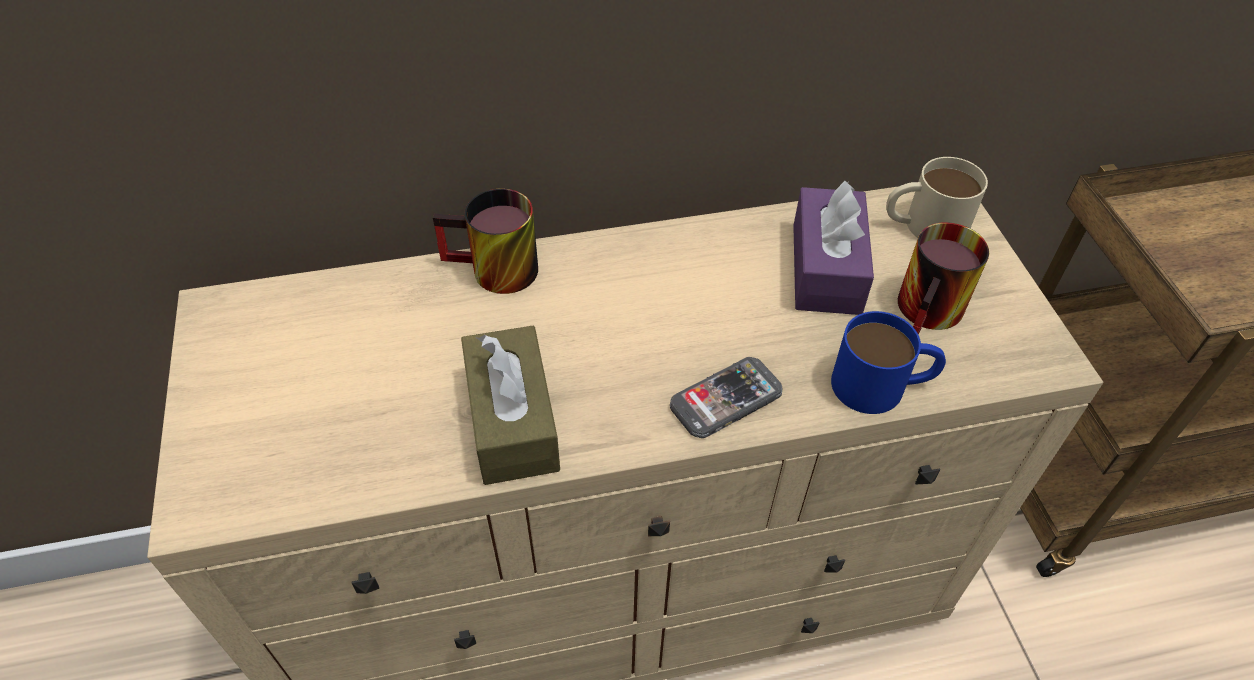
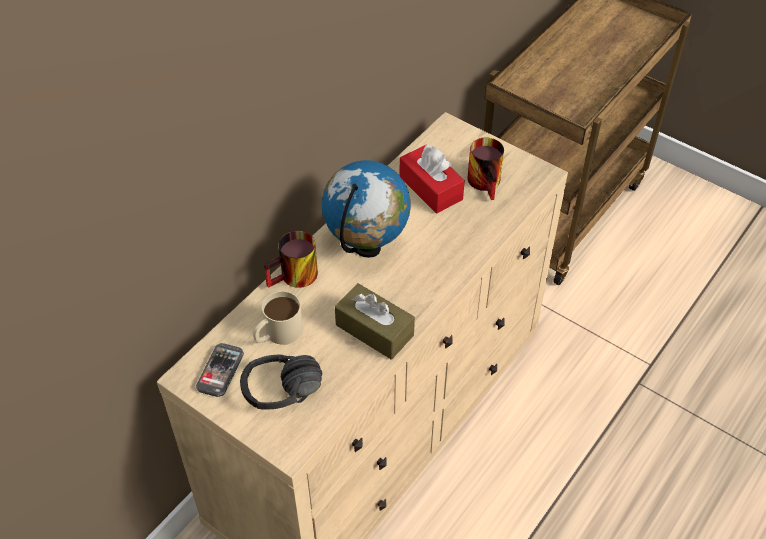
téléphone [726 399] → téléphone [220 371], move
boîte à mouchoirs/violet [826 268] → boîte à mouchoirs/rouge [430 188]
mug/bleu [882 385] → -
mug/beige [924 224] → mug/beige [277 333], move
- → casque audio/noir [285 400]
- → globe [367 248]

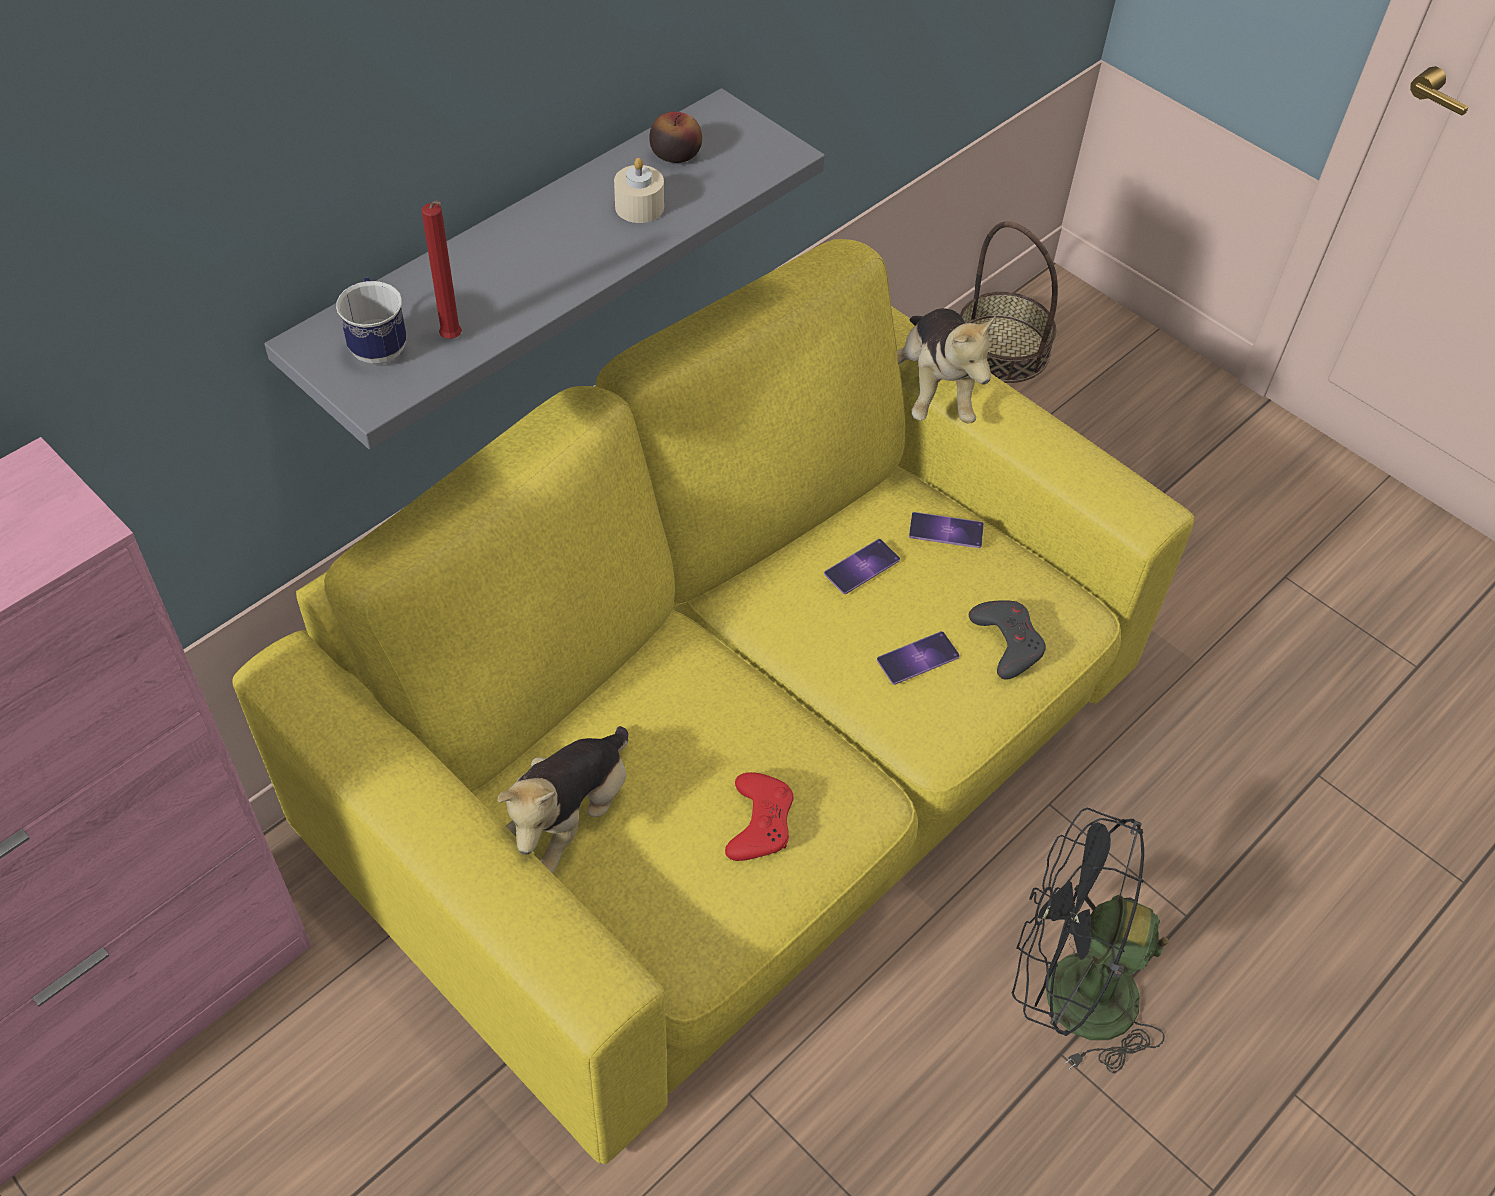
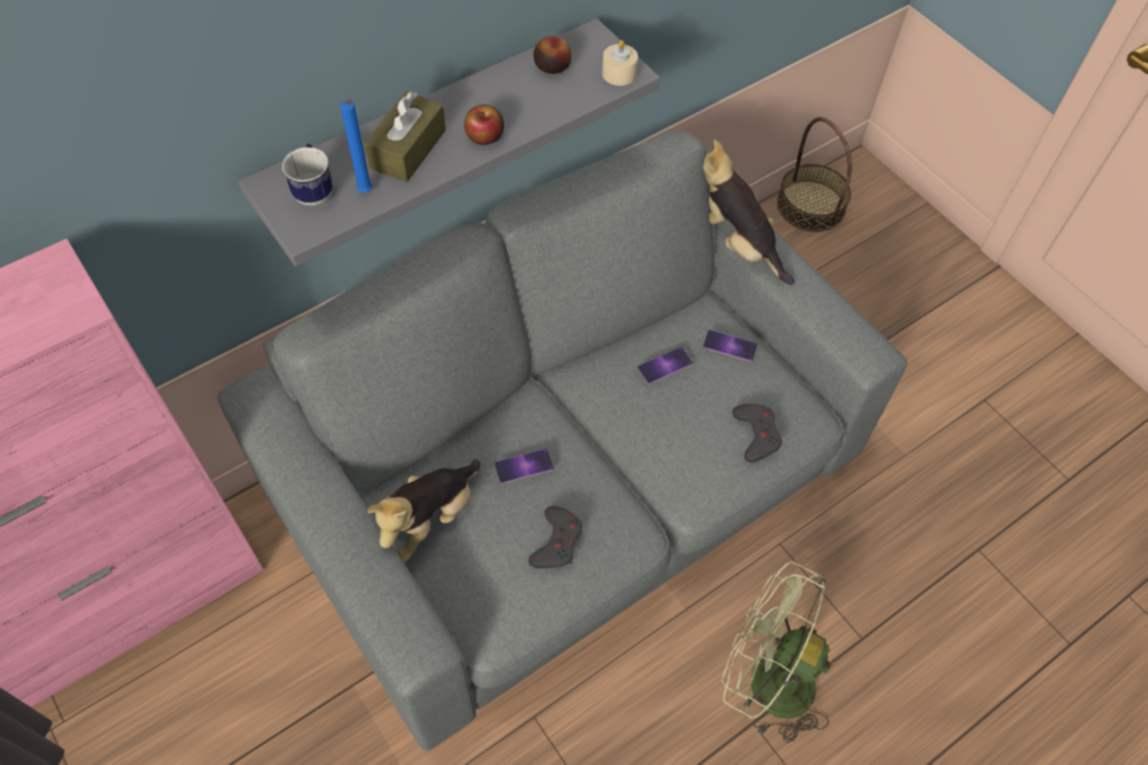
canapé/jaune [737 752] → canapé/gris [569 476]
bougie/rouge [453 340] → bougie/bleu [366 193]
bougie/beige [639 207] → bougie/beige [619 73], move
manette/rouge [759 822] → manette/gris [556 542]
téléphone [918 658] → téléphone [524 466], move
peluche [935 389] → peluche [736 244], 135 degrees clockwise
ventilateur/noir [1068 994] → ventilateur/vert [766 681]
- → boîte à mouchoirs/marron [408 149]
- → pomme [485 136]

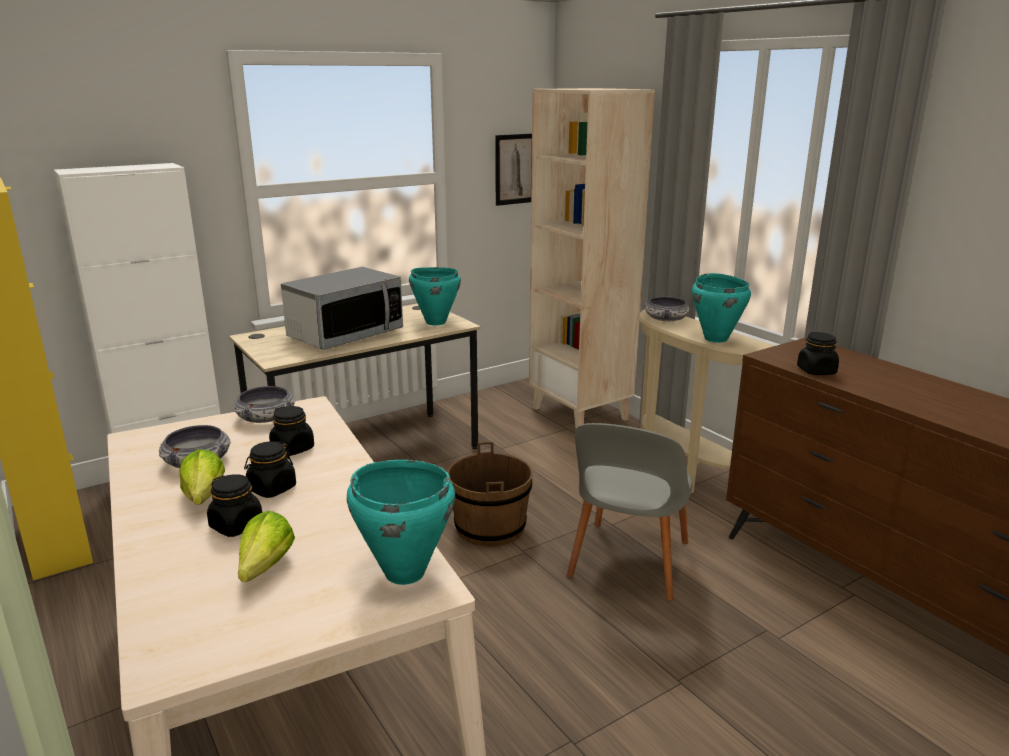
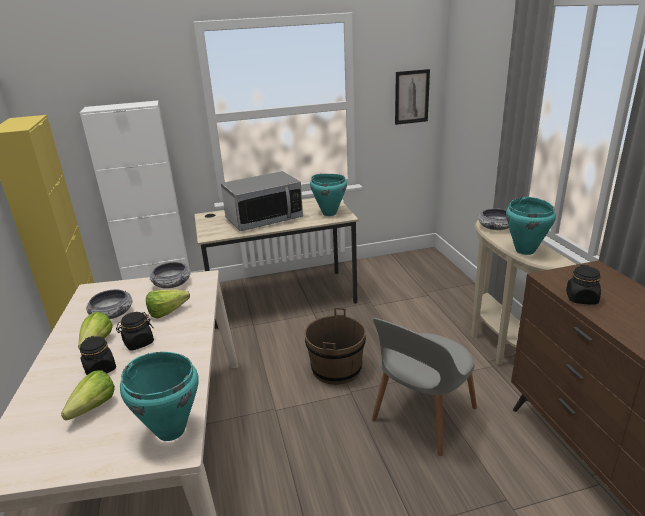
bocal/noir [293 449] → laitue [171 311]
bibliothèque/beige [581 413] → -

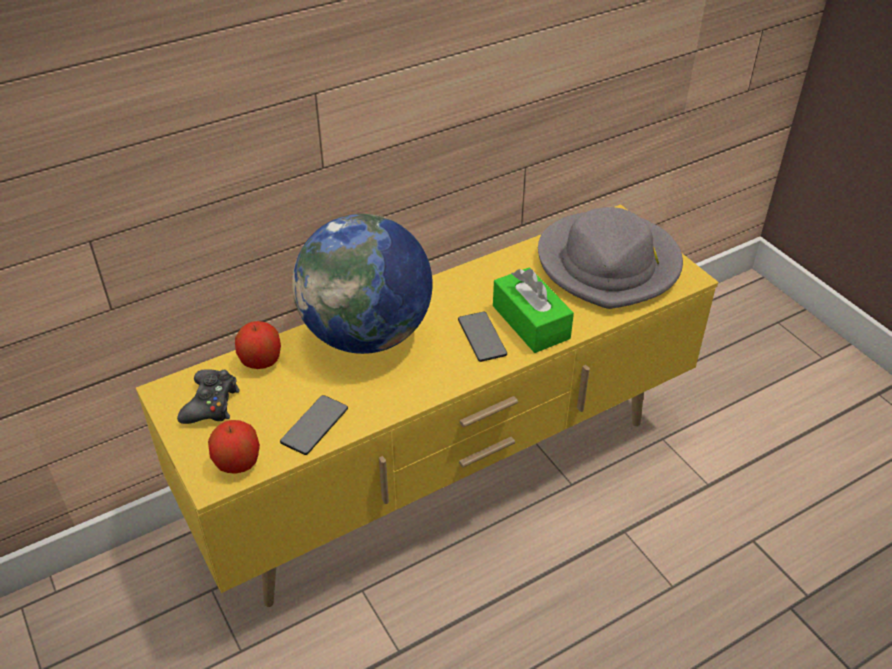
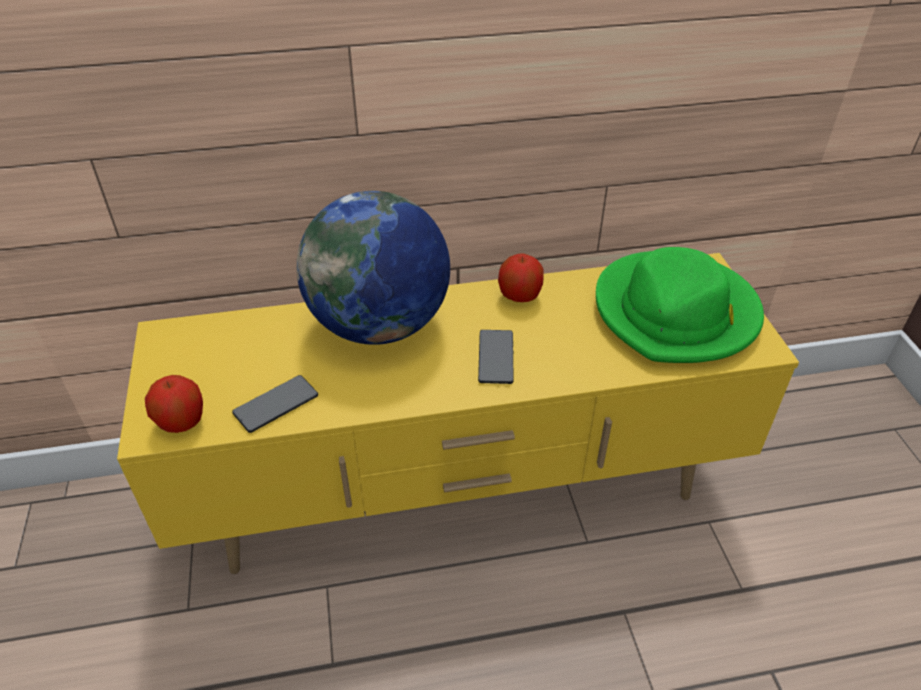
manette/noir [211 403] → -
pomme [261 361] → pomme [519 296], move
boîte à mouchoirs/vert [530 322] → -
chapeau/gris [609 264] → chapeau/vert [676 313]

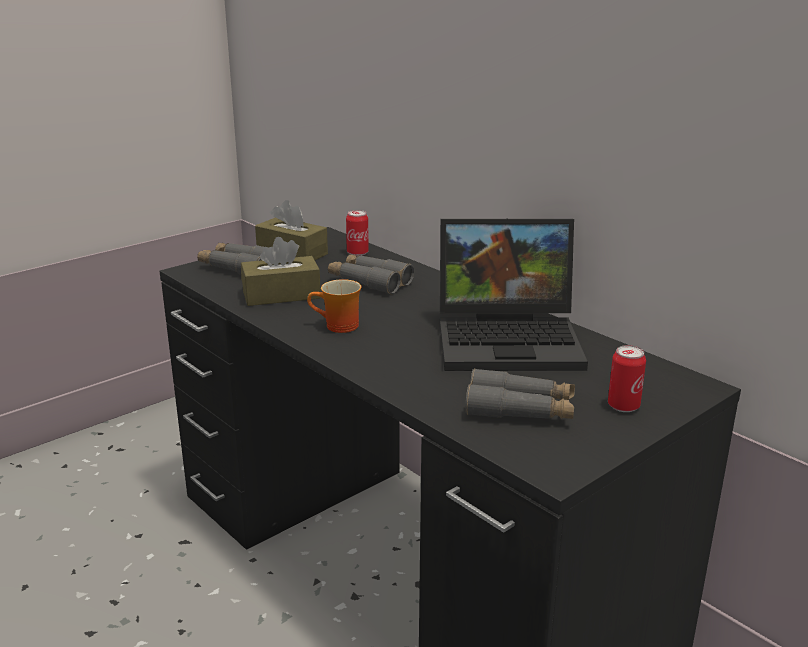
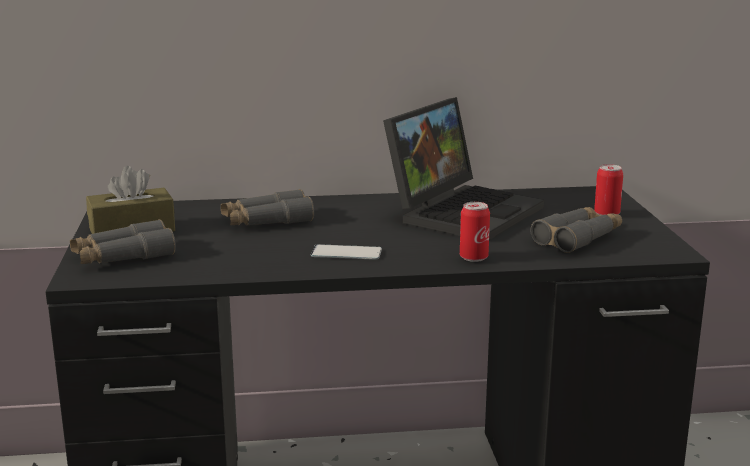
boîte à mouchoirs/marron [281 295] → -
mug [338 327] → téléphone [346 253]
boîte métallique [357 253] → boîte métallique [473 258], move

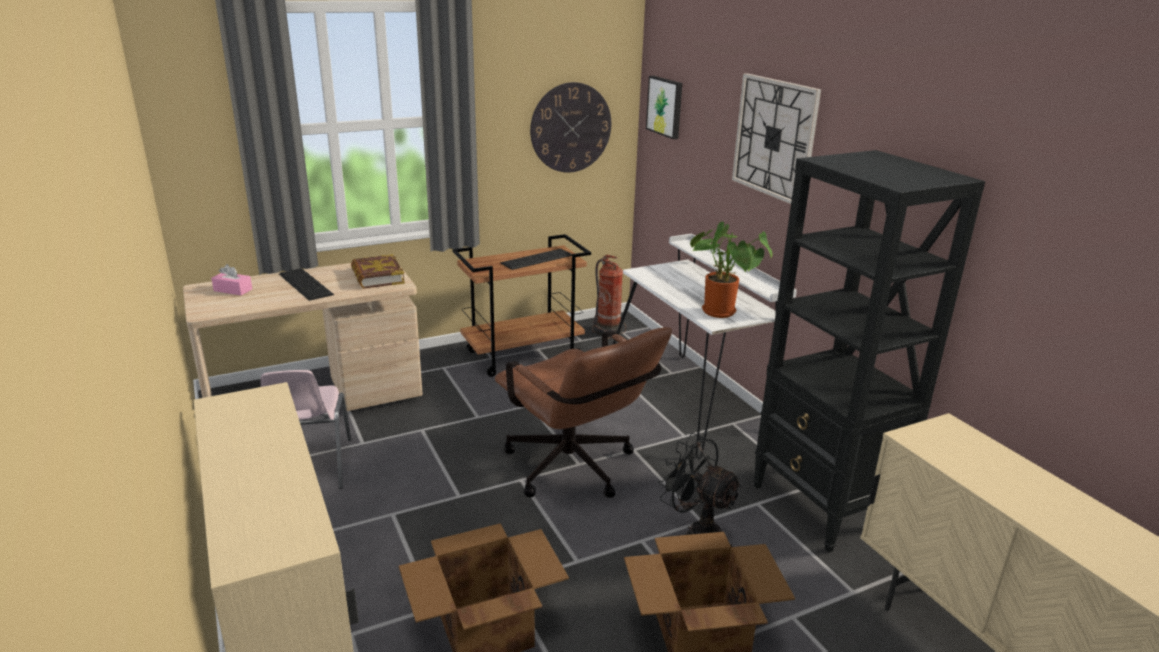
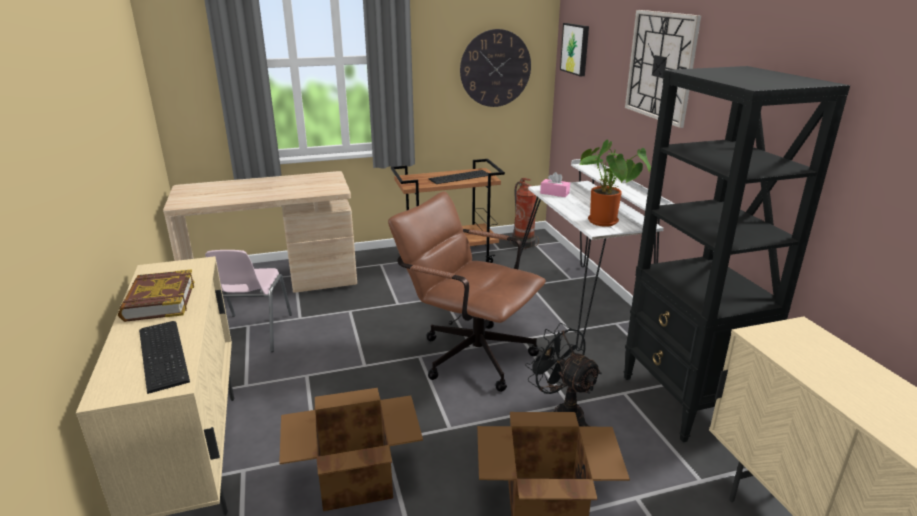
boîte à mouchoirs/rose [233 290] → boîte à mouchoirs/rose [554 193], move
clavier [306 284] → clavier [165 353], move
livre [377 276] → livre [159 301], move
chaise de bureau/marron [576 471] → chaise de bureau/marron [468 353], 150 degrees clockwise

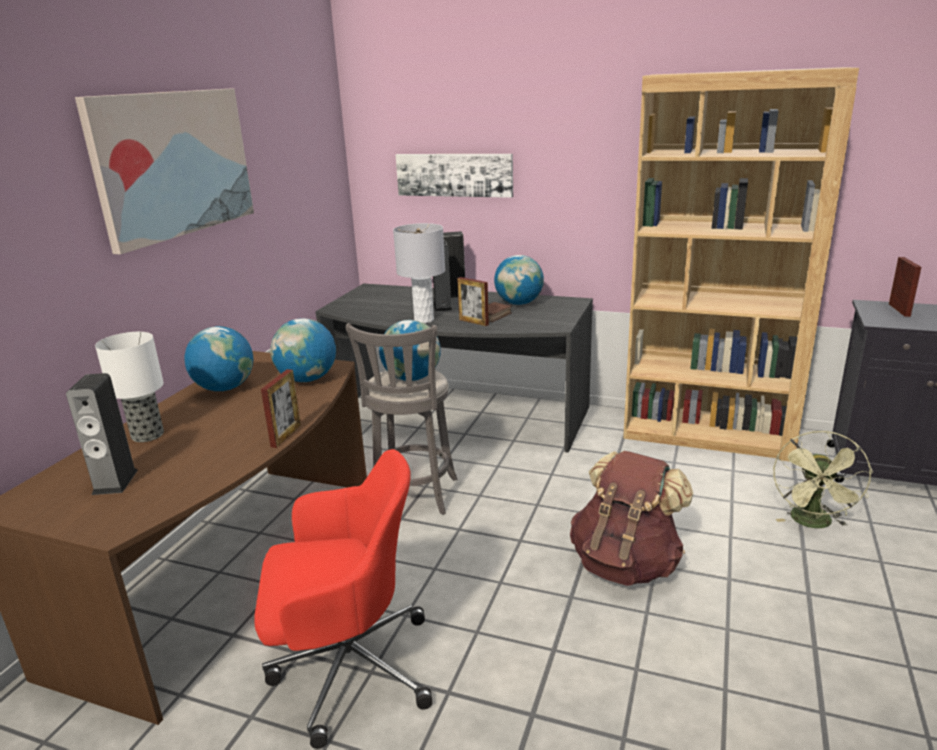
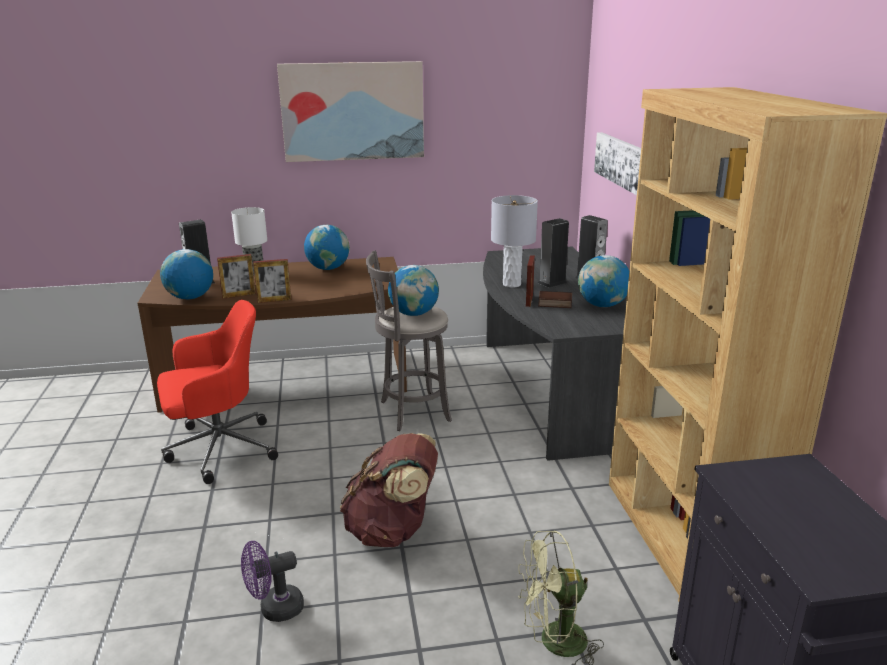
chaise de bureau/rouge [348 668] → chaise de bureau/rouge [218 449], 75 degrees counterclockwise
globe [307 379] → globe [190 297], move
cadre photo [899 310] → cadre photo [239 295], move
- → ventilateur/violet [274 609]

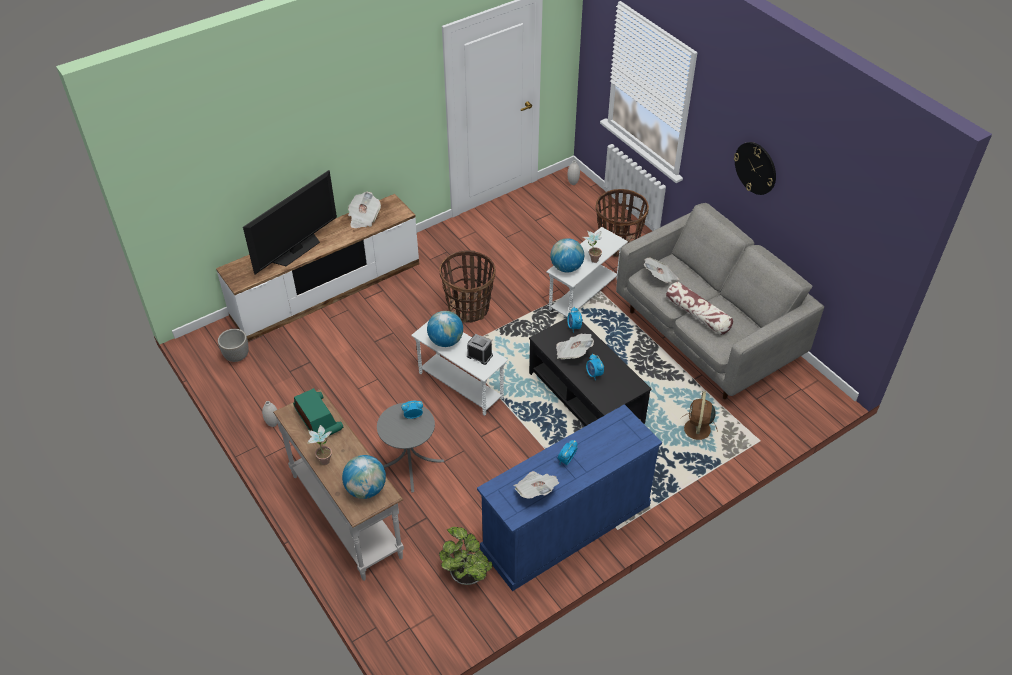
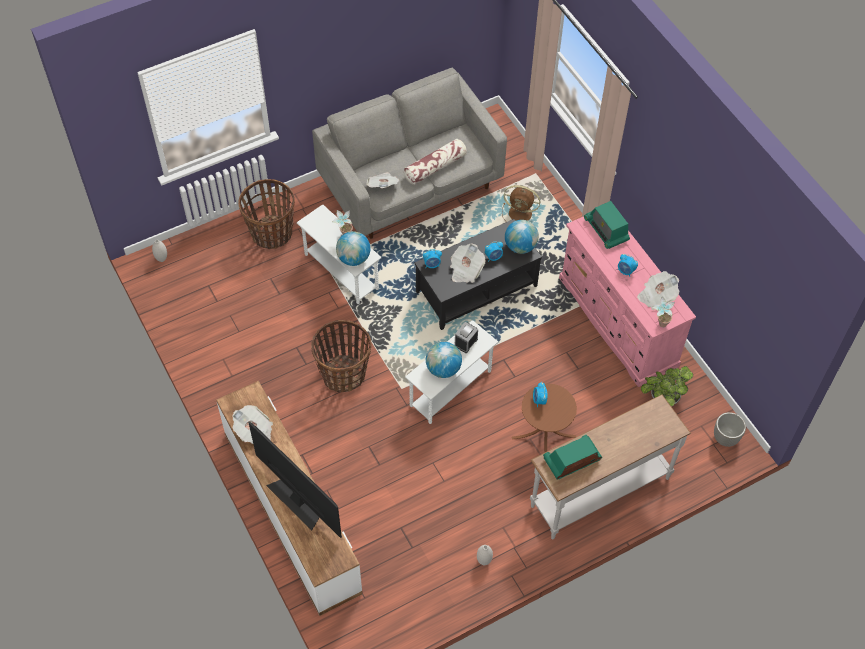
cache-pot [237 356] → cache-pot [725 438], move
plante en pot [324 458] → plante en pot [659 324], move
globe [366 489] → globe [520 246], move
table d'appoint/gris [410 464] → table d'appoint/marron [544 437]
commode/bleu [565 528] → commode/rose [618 322]
horloge murale [755 168] → -
- → radio [606 230]

